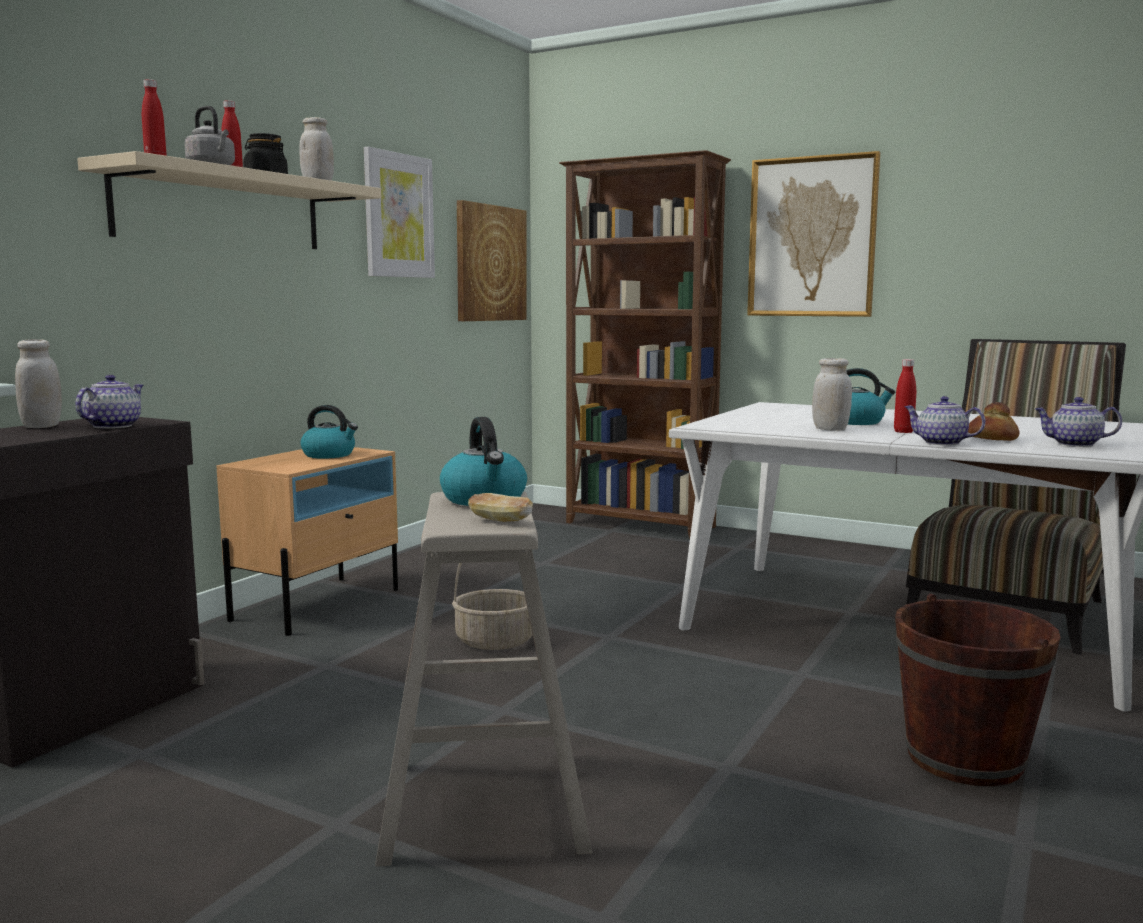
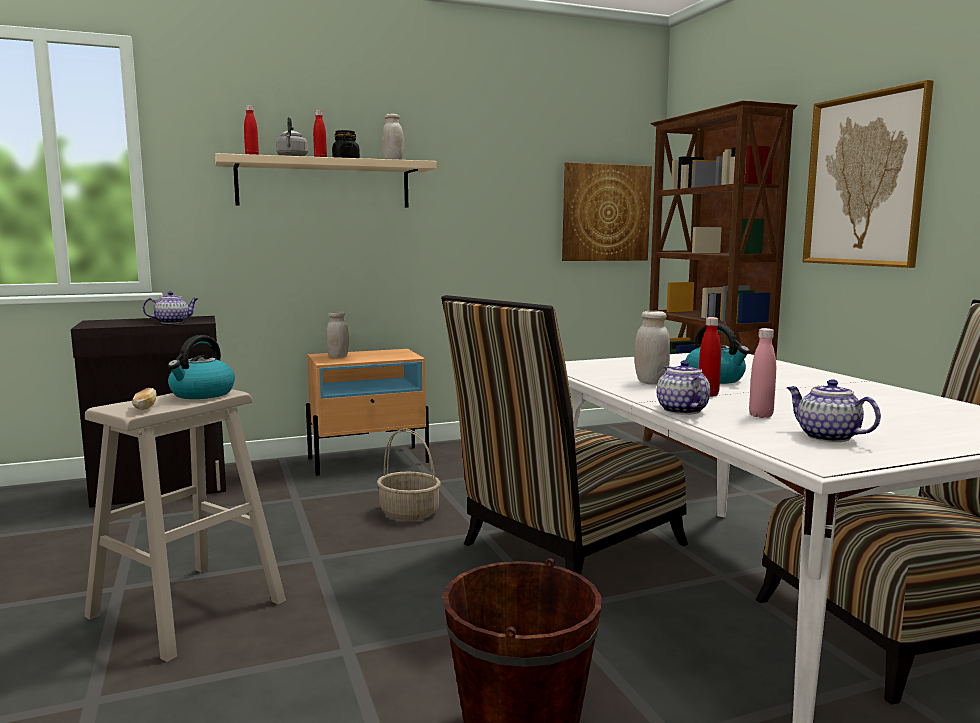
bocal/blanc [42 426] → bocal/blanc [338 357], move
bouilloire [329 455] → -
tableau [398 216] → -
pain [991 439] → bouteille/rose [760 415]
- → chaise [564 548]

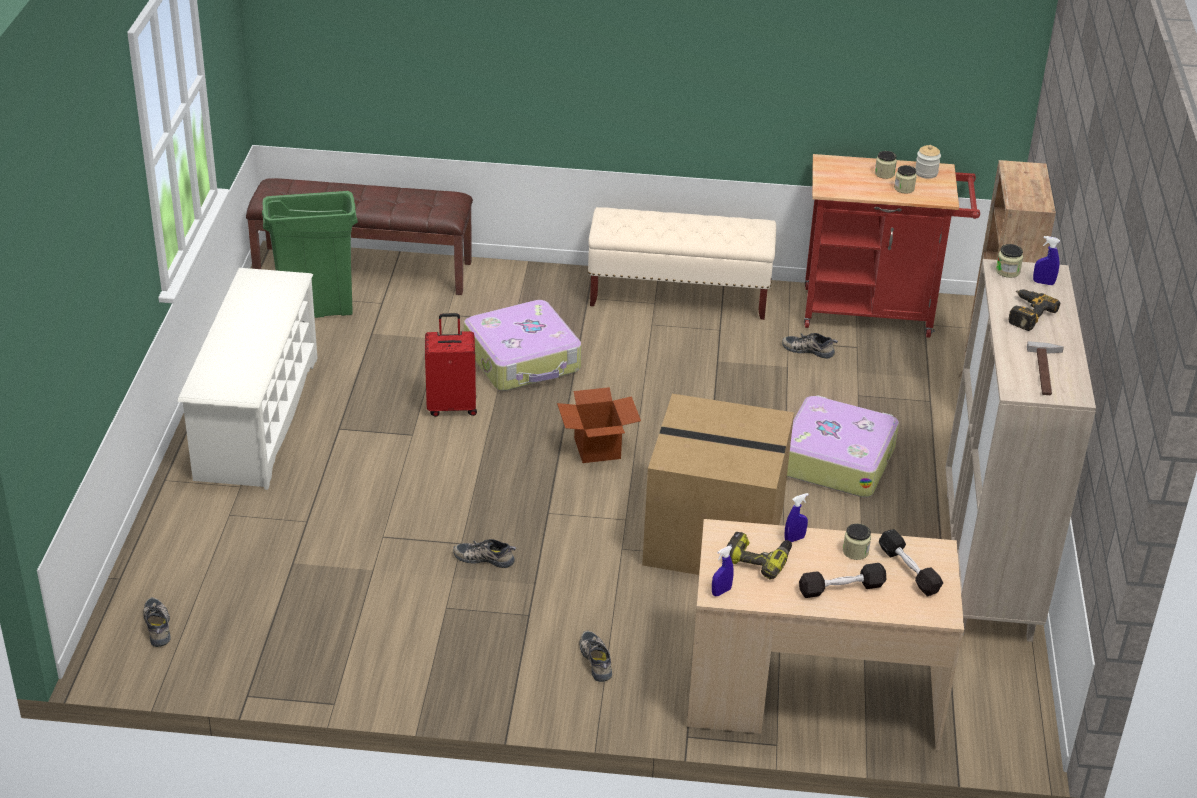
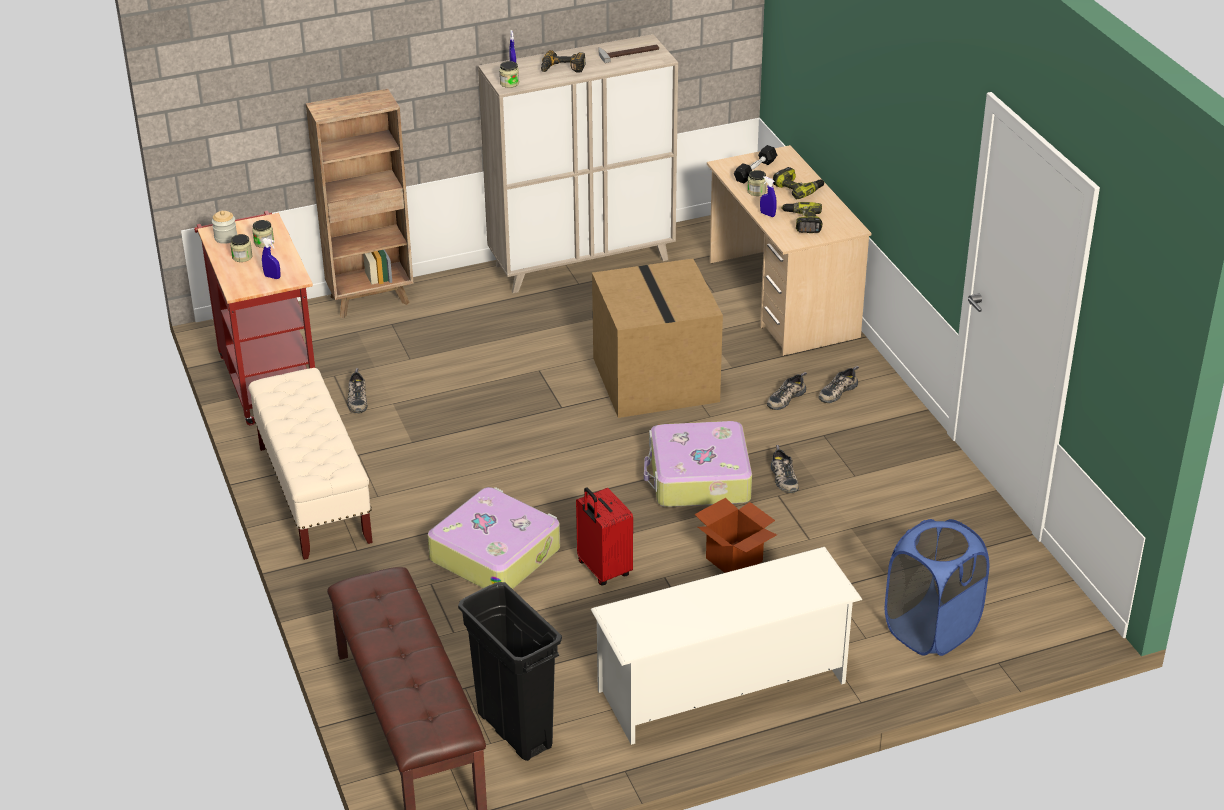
chaussure [159 626] → chaussure [785 397], move
poubelle/vert [317 311] → poubelle/noir [514 730]
carton [597 448] → carton [734 560], move
vaporisateur/bleu [721 592] → vaporisateur/bleu [272 277], move
valise [836 459] → valise [698 478], move
haltère/noir [841 588] → perceuse [798 189]
- → panier à linge/bleu [931 630]

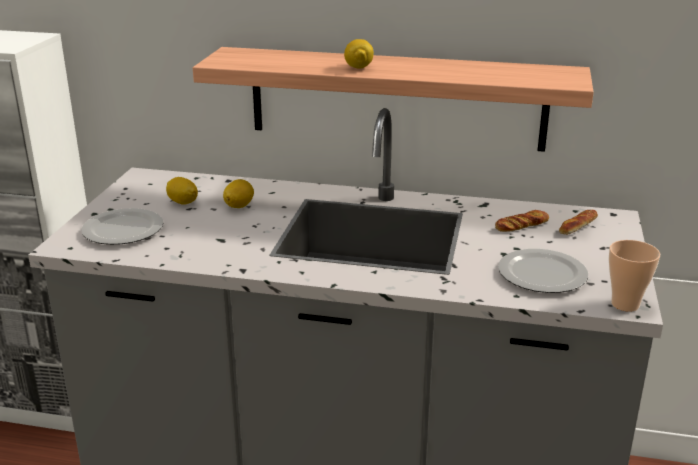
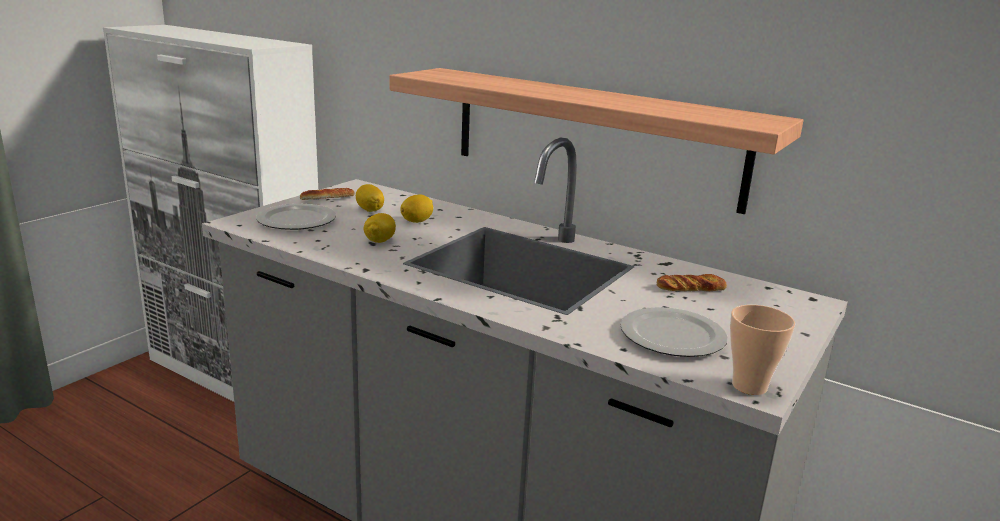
citron [358 67] → citron [380 241], move
pain [578 226] → pain [327 199], move

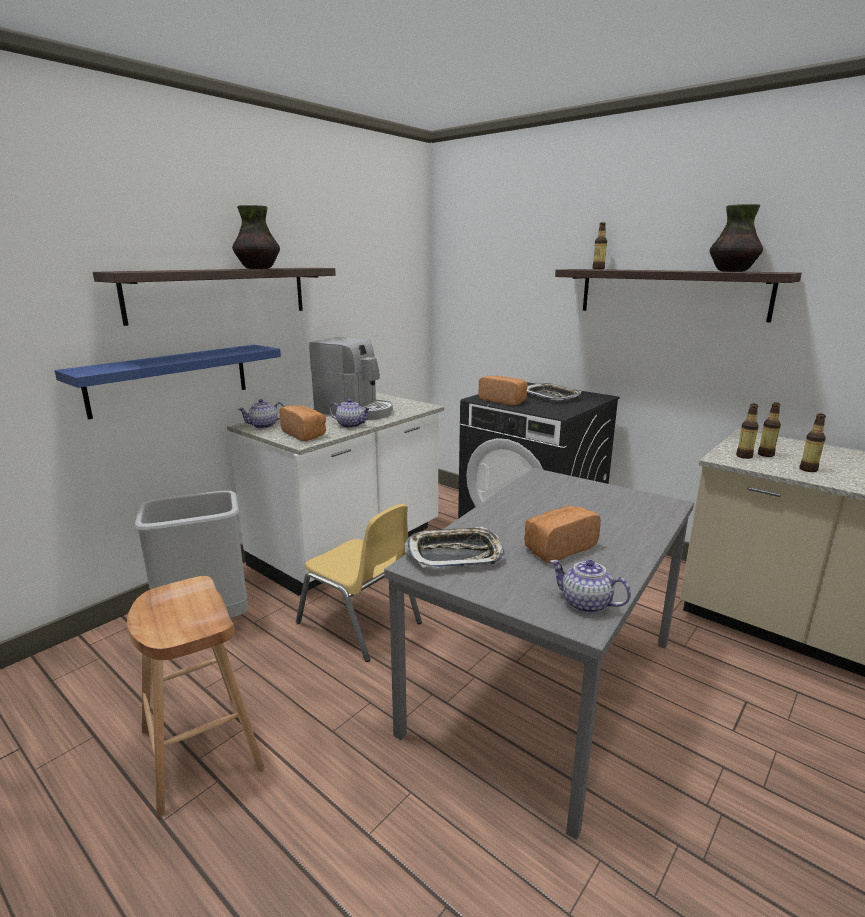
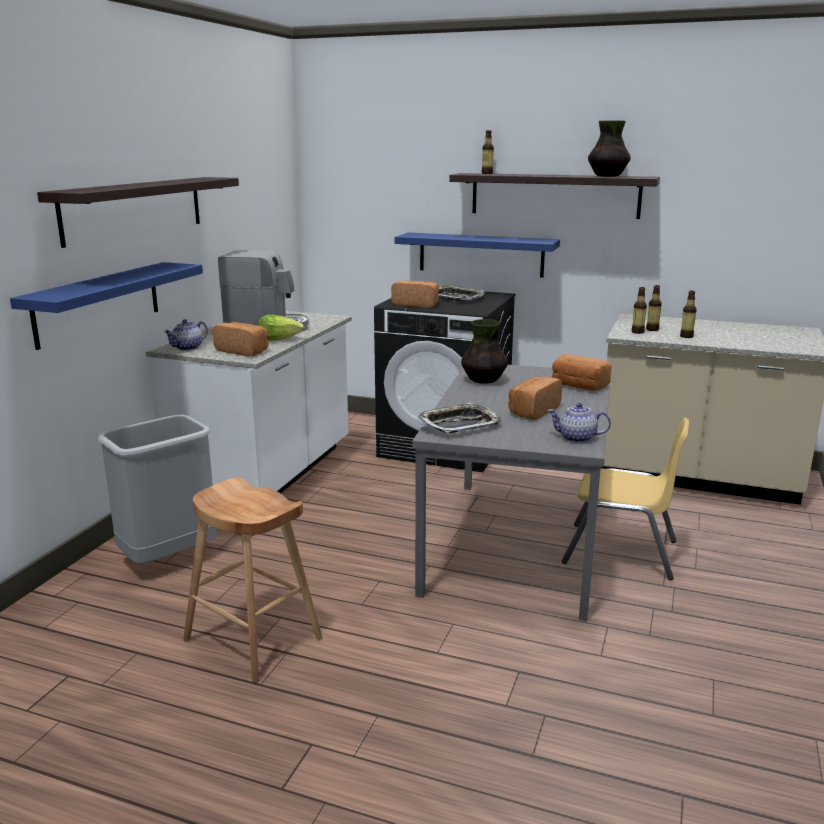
vase [258 268] → vase [484 380], move
chaise/jaune [360 623] → chaise/jaune [621 552], move
théière [351 425] → laitue [279 339]
- → étagère/bleu [481 254]
- → pain [578 386]

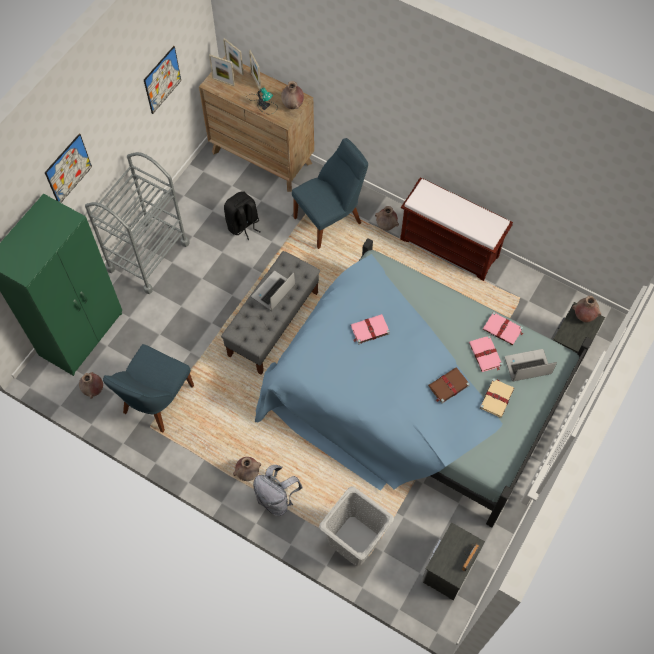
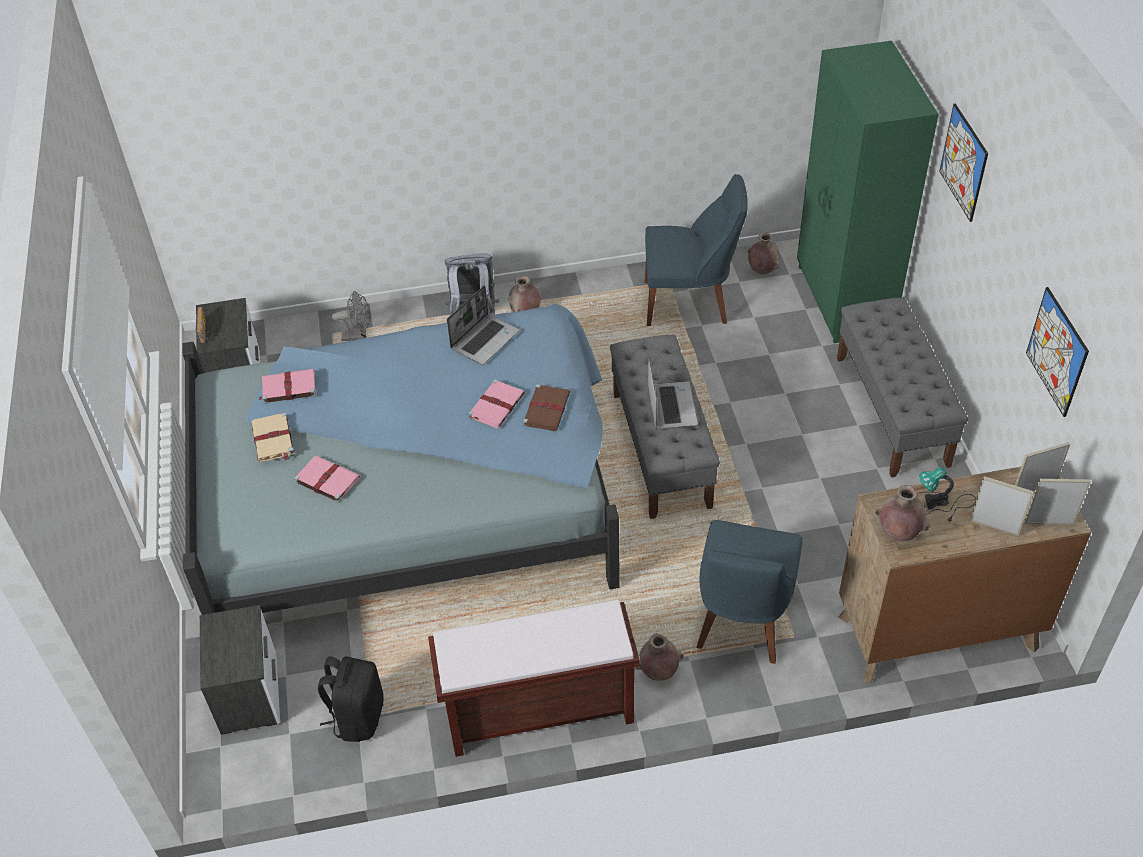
chariot/gris [148 256] → banc/gris [892 411]
chaise/bleu [156 402] → chaise/bleu [690 302], 105 degrees clockwise
sac à dos/noir [243 225] → sac à dos/noir [357 716], move
panier à linge/gris [354 541] → ventilateur/gris [358 335]
livre/marron [448 386] → livre/marron [546 409], move
livre/rose [503 329] → livre/rose [288 387], move
ordinateur portable [527 366] → ordinateur portable [485 340], move
vase/marron [583 316] → -

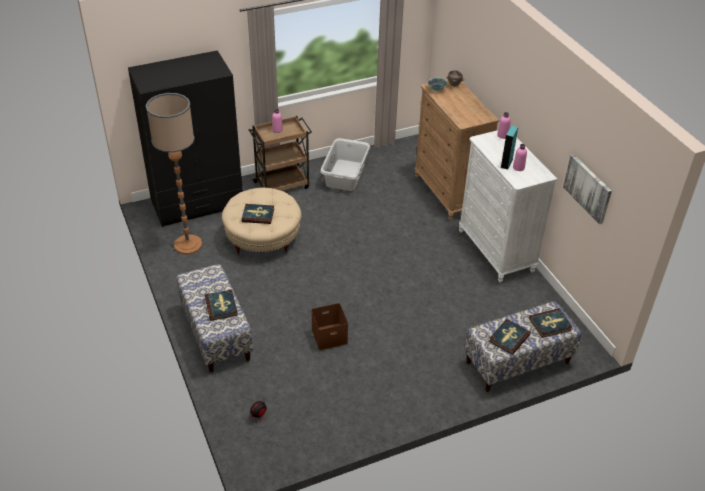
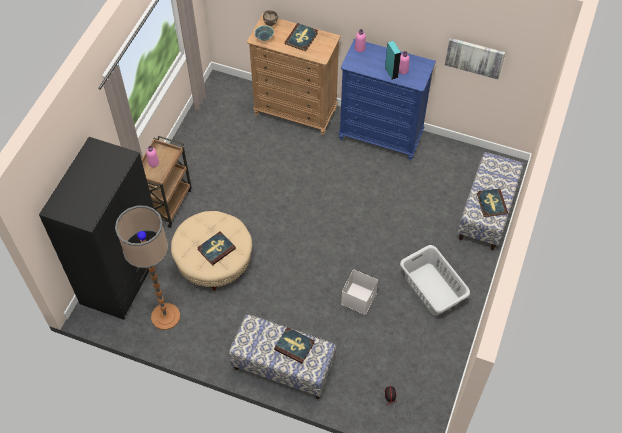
boîte de rangement/marron [329 337] → boîte de rangement/blanc [359 299]
panier à linge/gris [344 175] → panier à linge/gris [431 289], move
commode/blanc [496 251] → commode/bleu [381 136]
livre [550 324] → livre [301 38], move

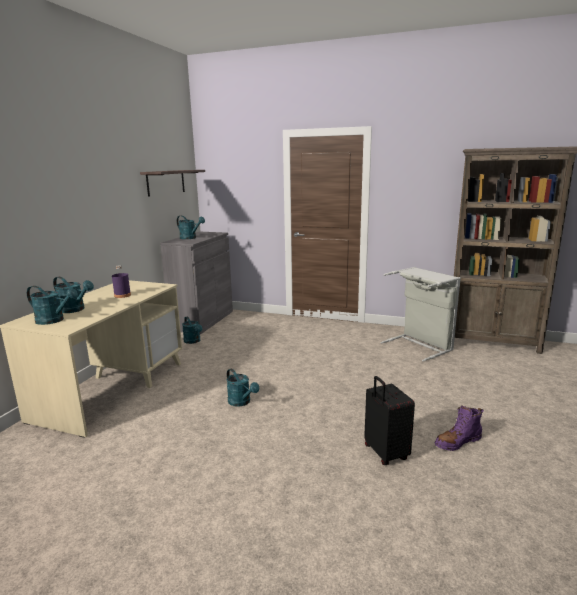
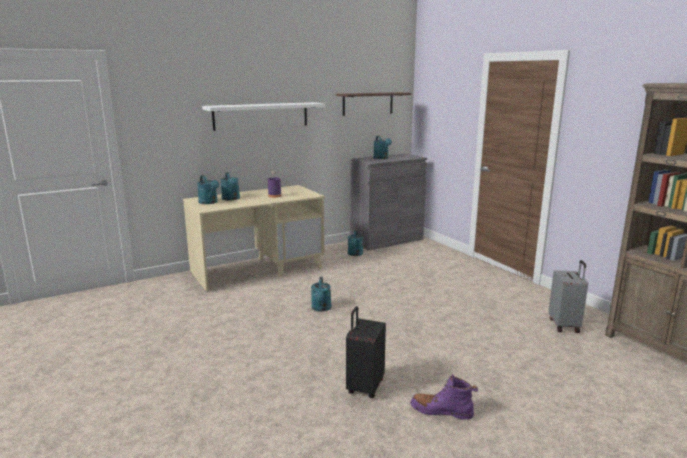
panier à linge/gris [420 345] → valise/gris [564 325]
- → étagère/blanc [261 116]

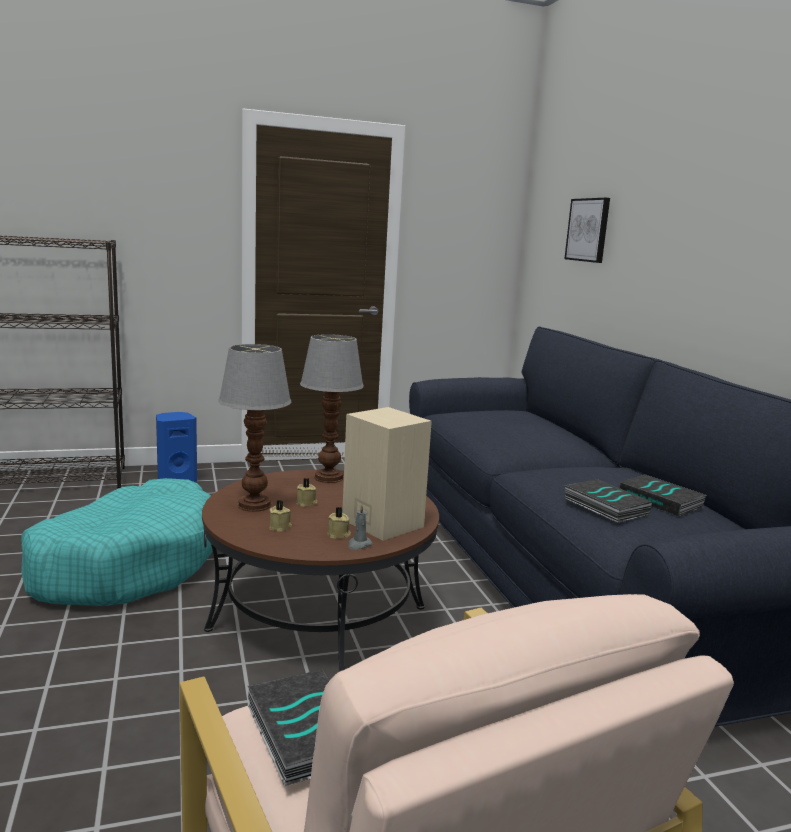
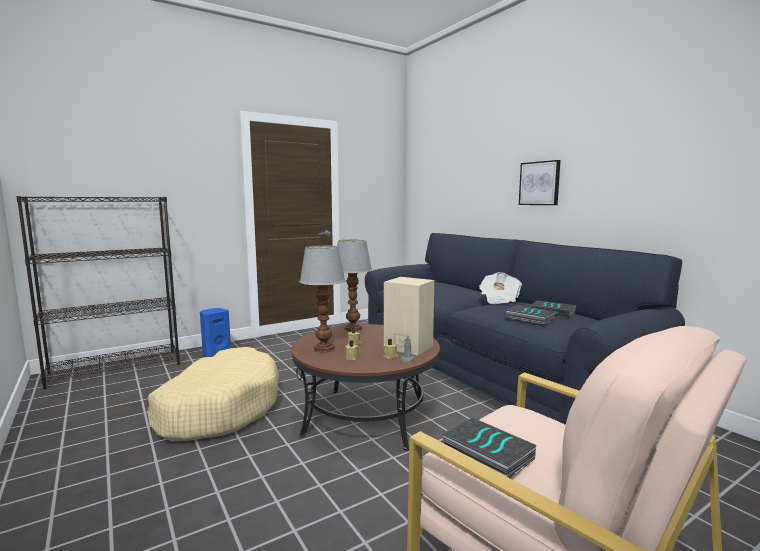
panier pour chien/turquoise [127 564] → panier pour chien/beige [219 408]
tableau [588 230] → tableau [539 183], move
- → journal [499 300]

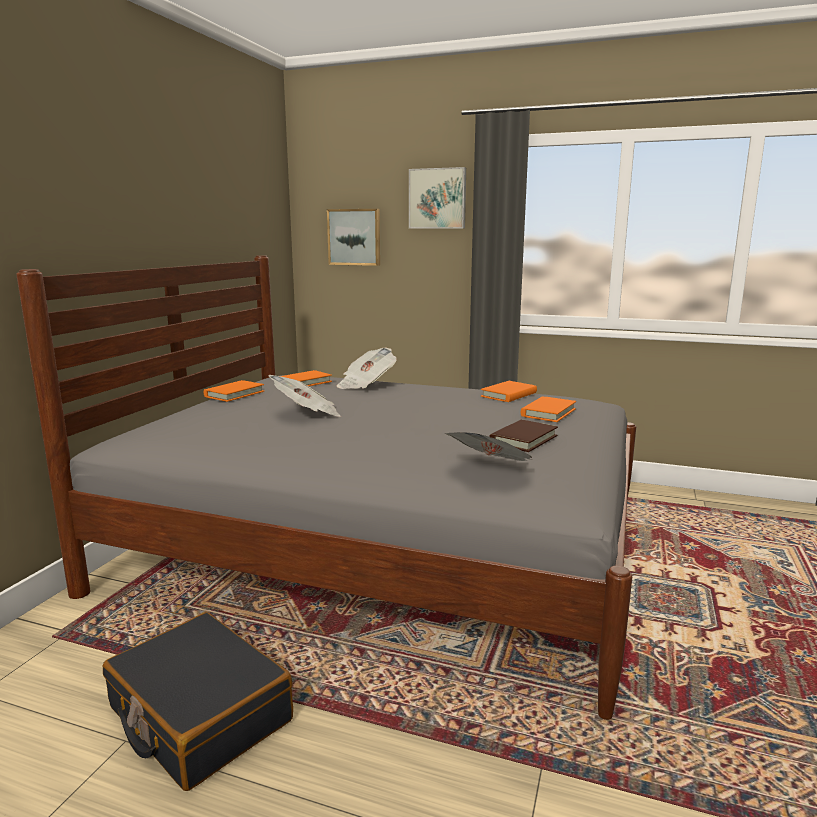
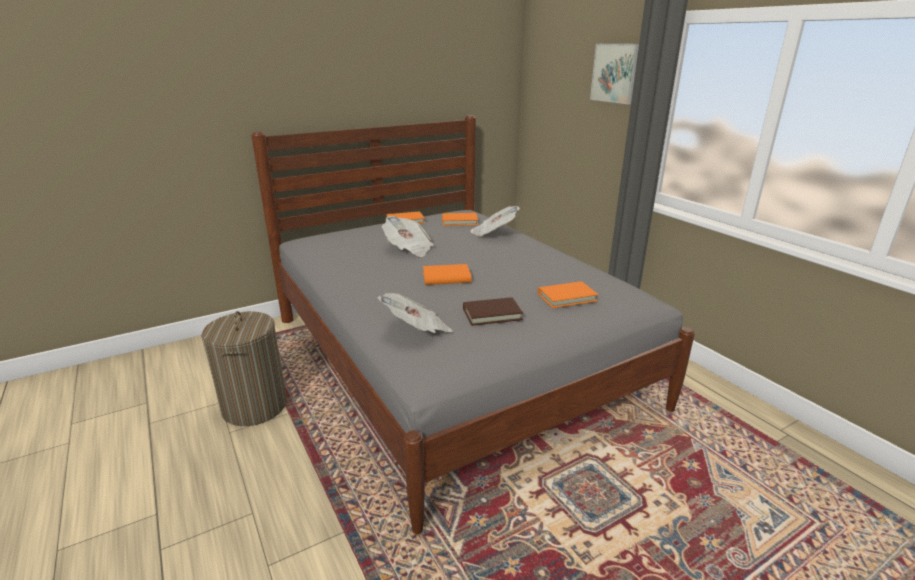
valise/noir [199 715] → panier à linge [255 406]
tableau [354 237] → -
livre/orange [509 395] → livre/orange [446 277], move

